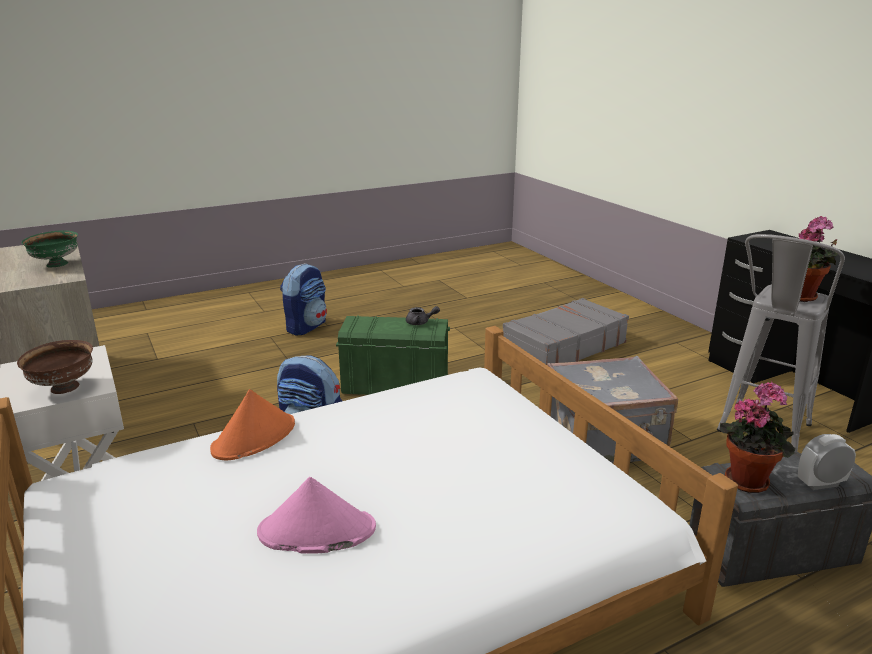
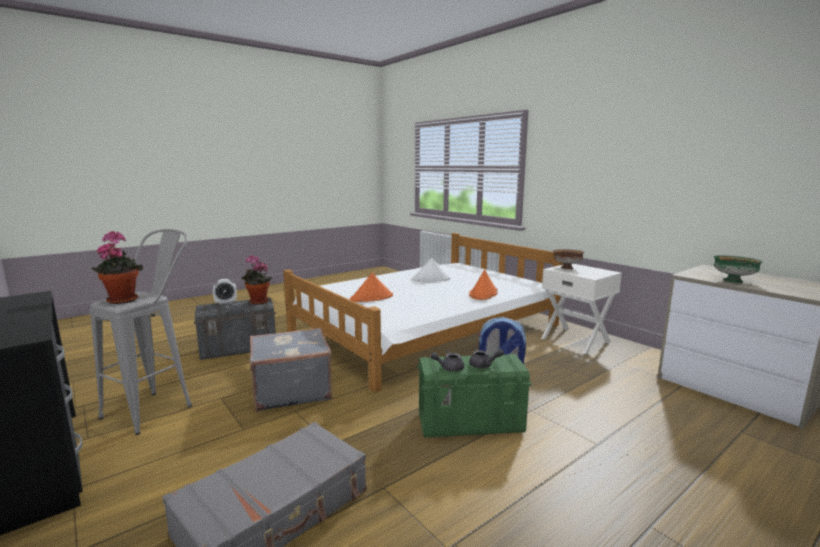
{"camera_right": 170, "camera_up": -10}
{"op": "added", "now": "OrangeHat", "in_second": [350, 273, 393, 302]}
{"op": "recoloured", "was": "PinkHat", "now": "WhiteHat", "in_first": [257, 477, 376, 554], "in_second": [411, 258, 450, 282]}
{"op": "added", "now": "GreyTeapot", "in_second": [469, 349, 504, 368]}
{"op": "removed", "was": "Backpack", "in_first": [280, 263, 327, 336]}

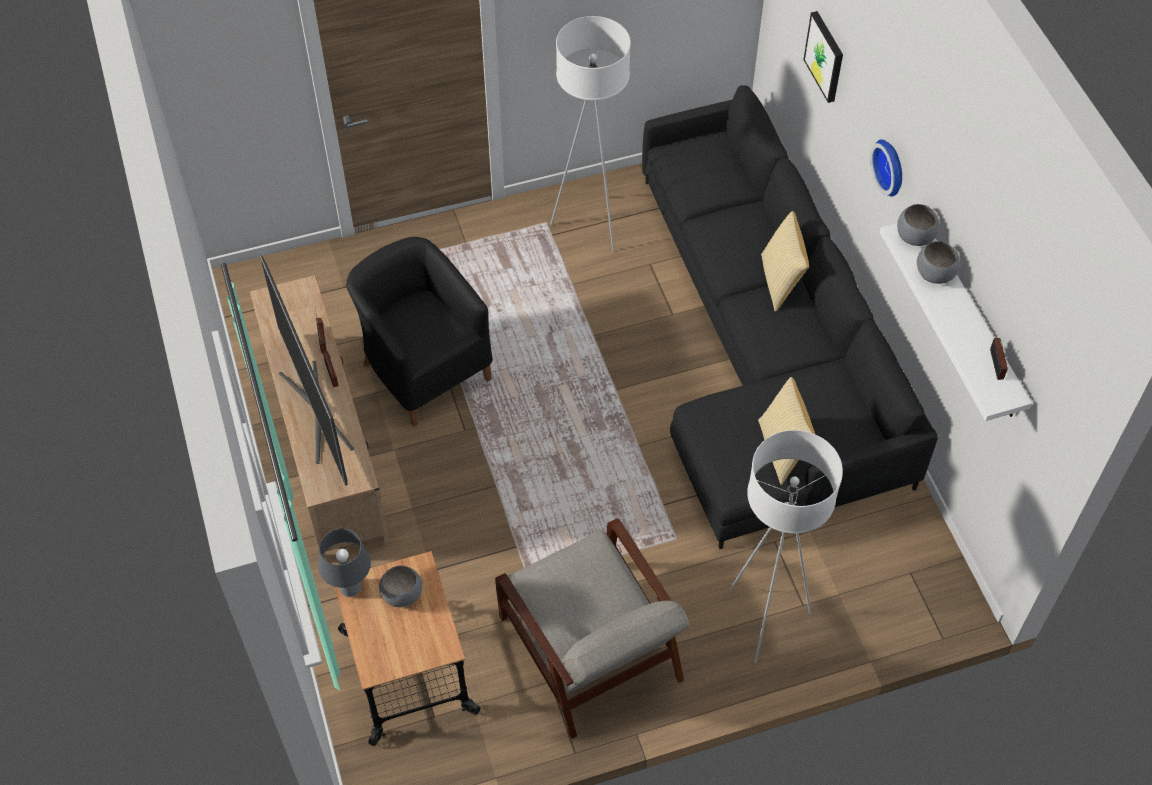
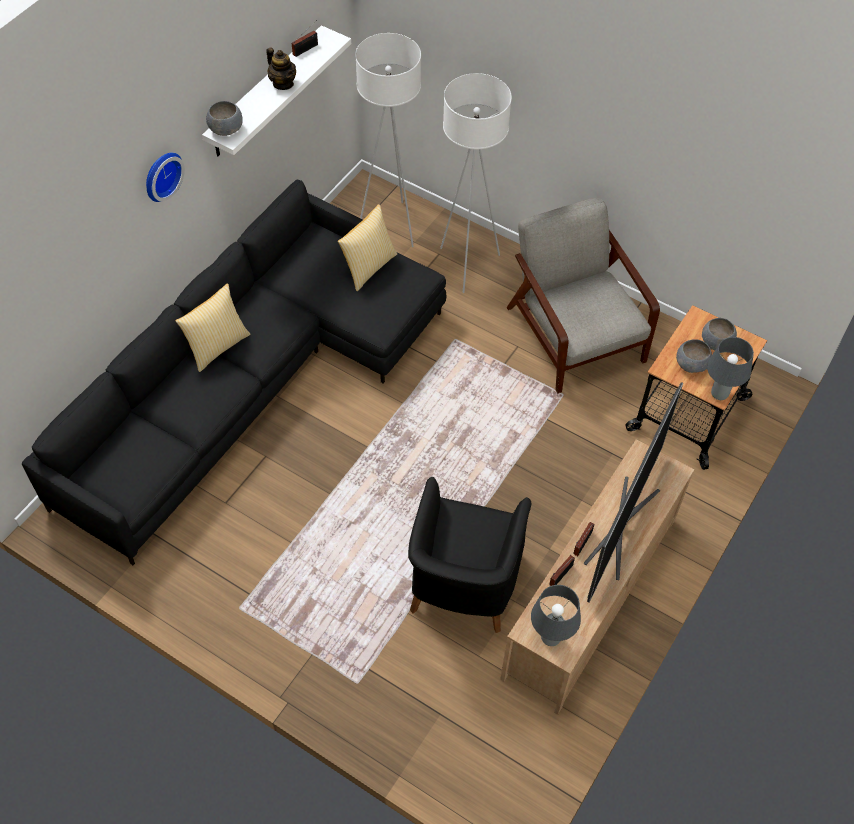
{"camera_right": -130, "camera_up": 0}
{"op": "added", "now": "Teapot", "in_second": [266, 47, 296, 90]}
{"op": "moved", "was": "WhiteFloorLamp", "in_first": [550, 16, 631, 252], "in_second": [355, 33, 421, 247]}
{"op": "turned", "was": "GreyArmchair", "in_first": [495, 518, 689, 739], "in_second": [507, 197, 660, 393], "clockwise": -45}
{"op": "added", "now": "GreyTableLamp", "in_second": [531, 585, 581, 646]}
{"op": "moved", "was": "GreyBowl", "in_first": [917, 241, 960, 284], "in_second": [702, 318, 737, 350]}
{"op": "removed", "was": "Picture", "in_first": [803, 11, 843, 103]}

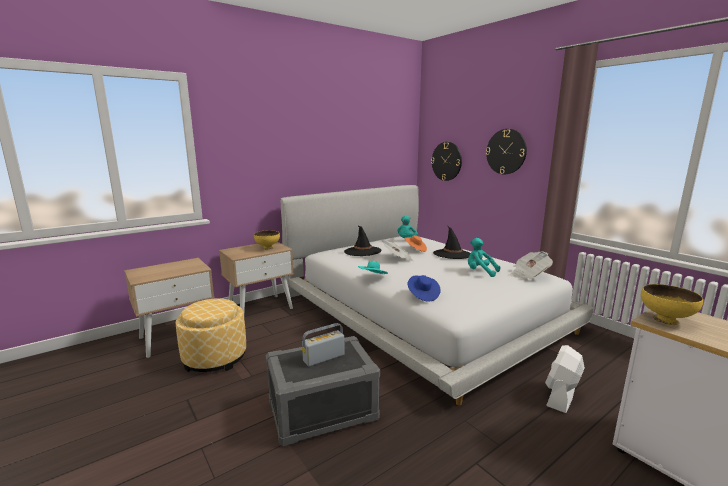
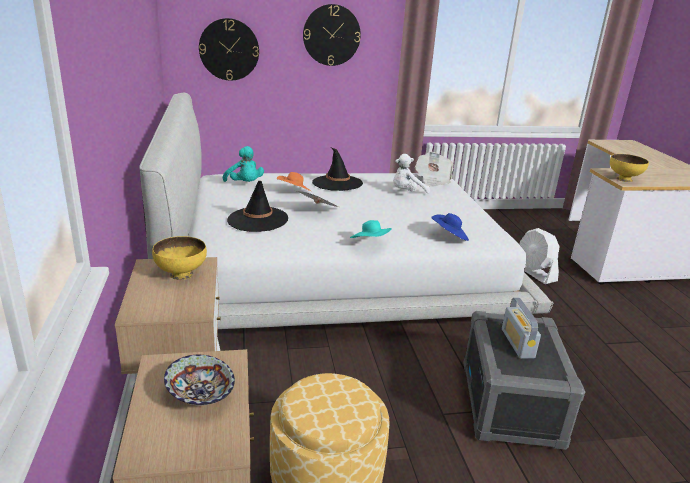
{"camera_right": -65, "camera_up": 10}
{"op": "added", "now": "Bowl", "in_second": [164, 355, 235, 406]}
{"op": "recoloured", "was": "TurquoisePlushToy", "now": "WhitePlushToy", "in_first": [468, 238, 500, 277], "in_second": [393, 154, 430, 193]}

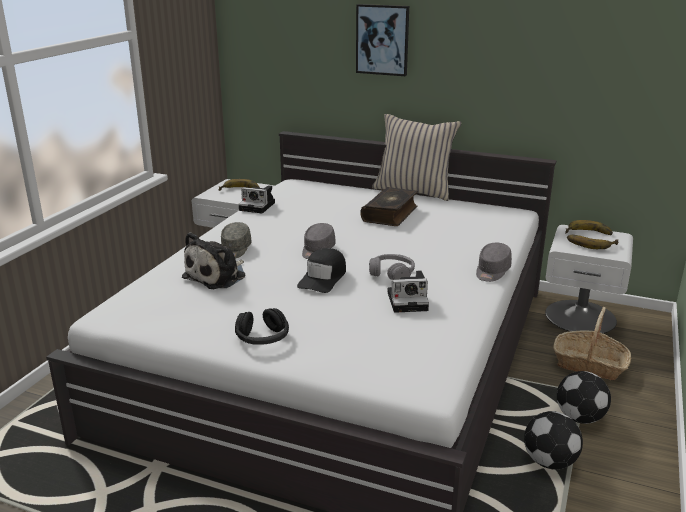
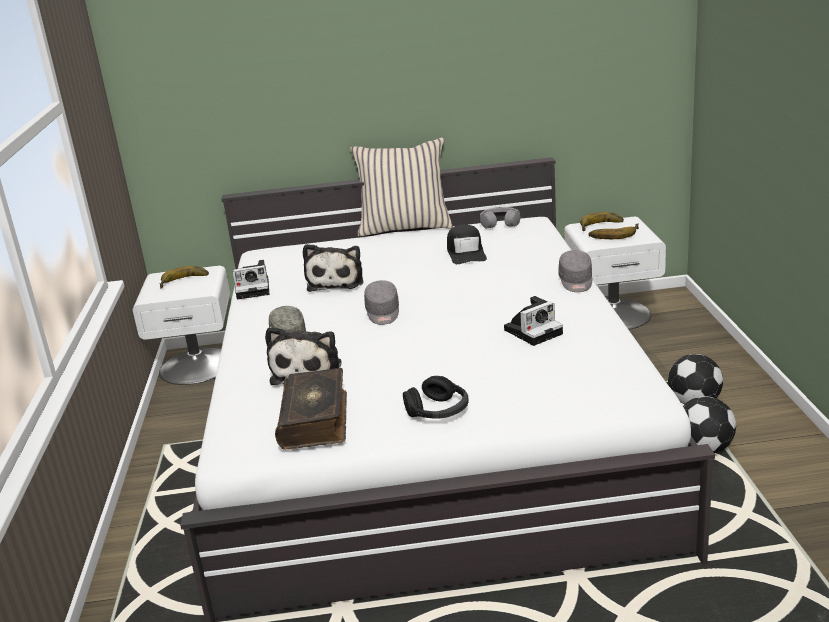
{"camera_right": -25, "camera_up": 0}
{"op": "moved", "was": "Book", "in_first": [361, 187, 418, 226], "in_second": [275, 368, 347, 450]}
{"op": "added", "now": "PlushToy", "in_second": [303, 244, 363, 292]}
{"op": "moved", "was": "BlackCap", "in_first": [297, 248, 346, 293], "in_second": [447, 225, 487, 264]}
{"op": "moved", "was": "GreyHeadphones", "in_first": [369, 254, 415, 280], "in_second": [480, 207, 520, 228]}
{"op": "removed", "was": "Picture", "in_first": [356, 4, 409, 76]}
{"op": "removed", "was": "Basket", "in_first": [553, 307, 631, 380]}

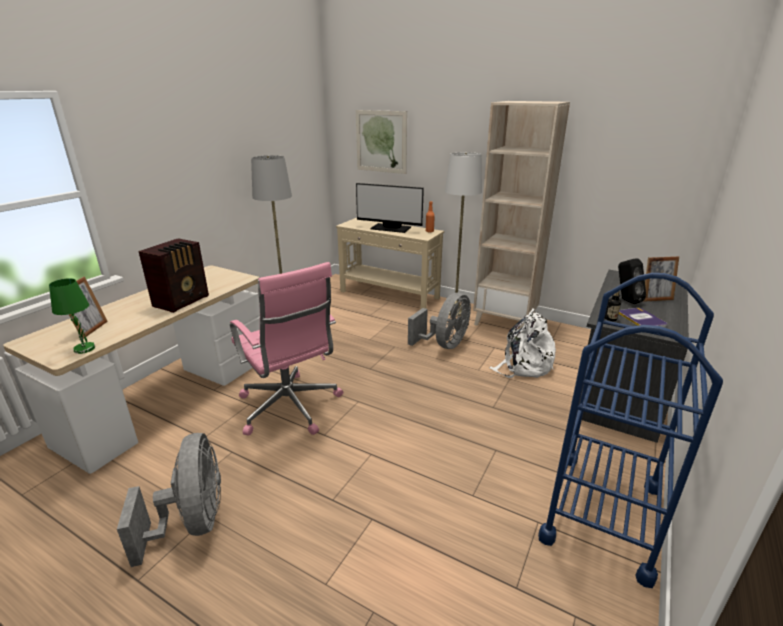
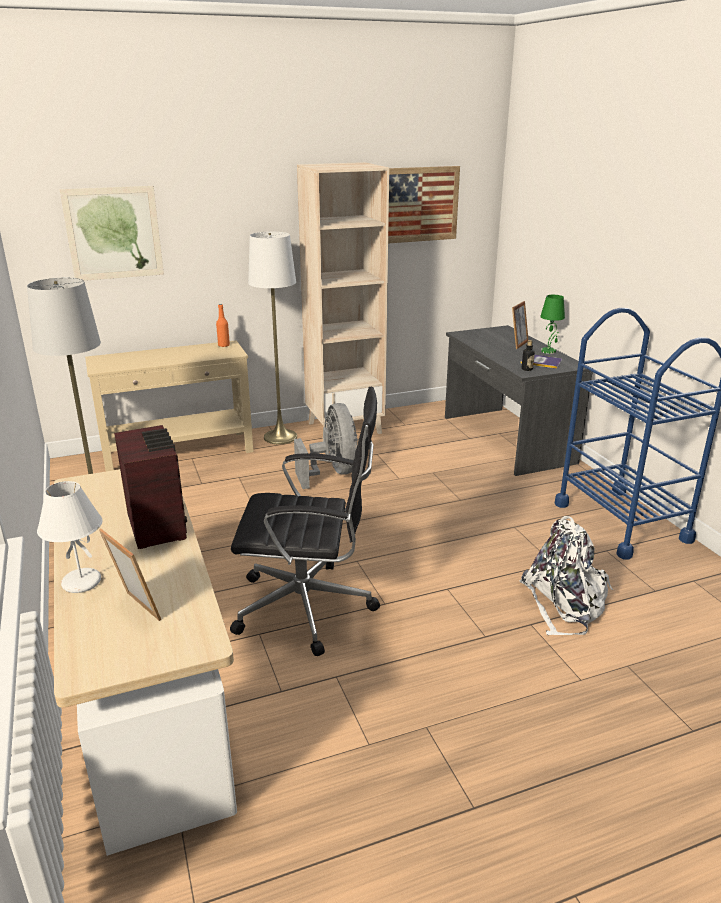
{"camera_right": -50, "camera_up": 0}
{"op": "added", "now": "WhiteTableLamp", "in_second": [37, 481, 102, 593]}
{"op": "recoloured", "was": "PinkOfficeChair", "now": "BlackOfficeChair", "in_first": [230, 262, 343, 436], "in_second": [230, 387, 380, 656]}
{"op": "added", "now": "Picture", "in_second": [388, 166, 460, 243]}
{"op": "moved", "was": "WhiteBackpack", "in_first": [489, 308, 556, 378], "in_second": [519, 516, 613, 635]}
{"op": "moved", "was": "GreenTableLamp", "in_first": [49, 278, 95, 354], "in_second": [540, 295, 565, 354]}
{"op": "removed", "was": "GreyFan", "in_first": [117, 433, 221, 567]}
{"op": "removed", "was": "Monitor", "in_first": [356, 183, 424, 233]}
{"op": "removed", "was": "BlackSpeaker", "in_first": [618, 258, 646, 304]}

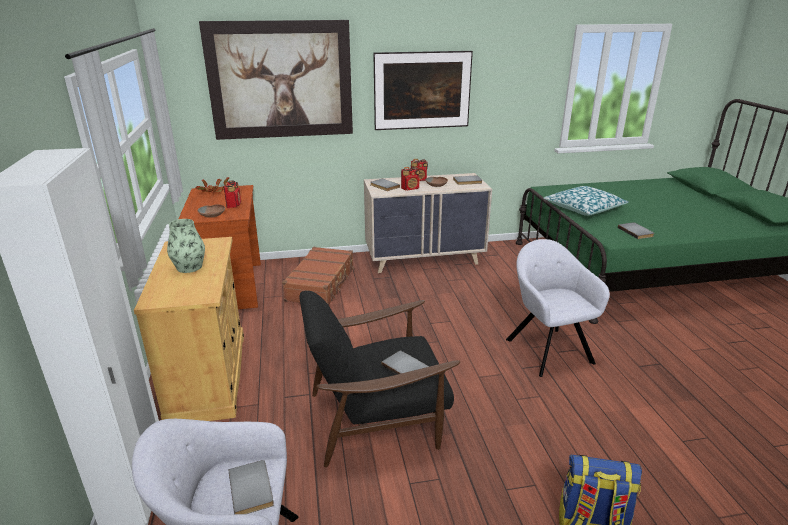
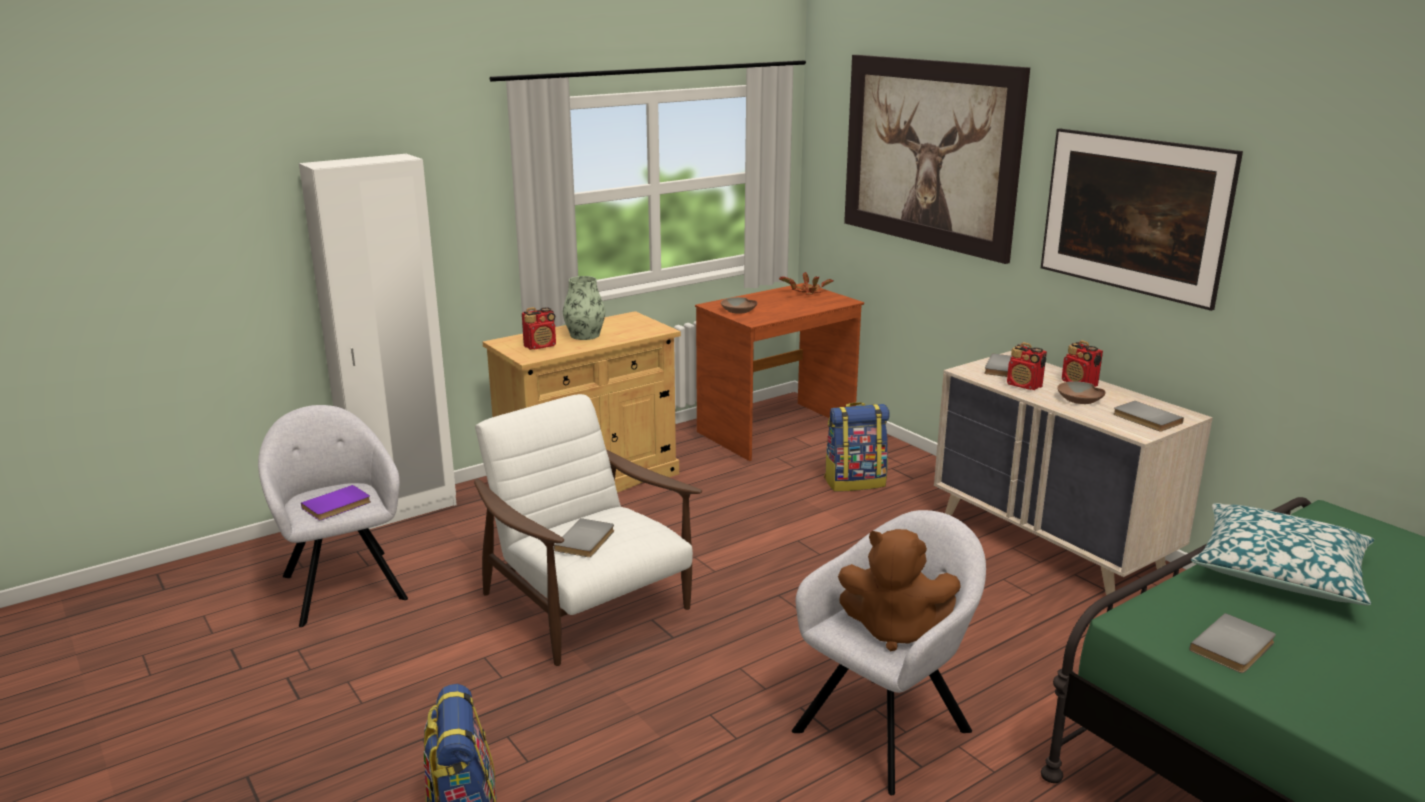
{"camera_right": 65, "camera_up": -5}
{"op": "recoloured", "was": "GreyBook", "now": "PurpleBook", "in_first": [229, 460, 274, 514], "in_second": [301, 485, 371, 520]}
{"op": "recoloured", "was": "BlackArmchair", "now": "WhiteArmchair", "in_first": [300, 291, 460, 467], "in_second": [474, 394, 702, 666]}
{"op": "moved", "was": "Radio", "in_first": [224, 180, 241, 208], "in_second": [522, 307, 556, 350]}
{"op": "replaced", "was": "BrownSuitcase", "now": "Backpack", "in_first": [282, 247, 355, 305], "in_second": [824, 402, 890, 491]}
{"op": "added", "now": "BrownPlushToy", "in_second": [838, 529, 961, 652]}

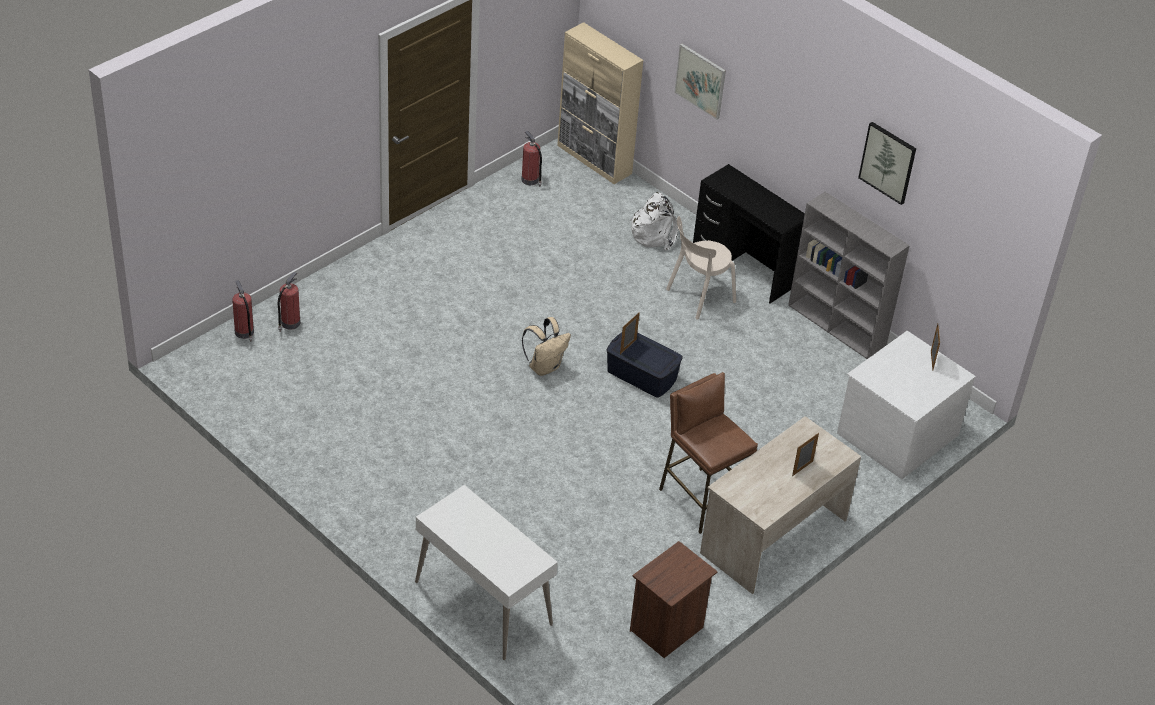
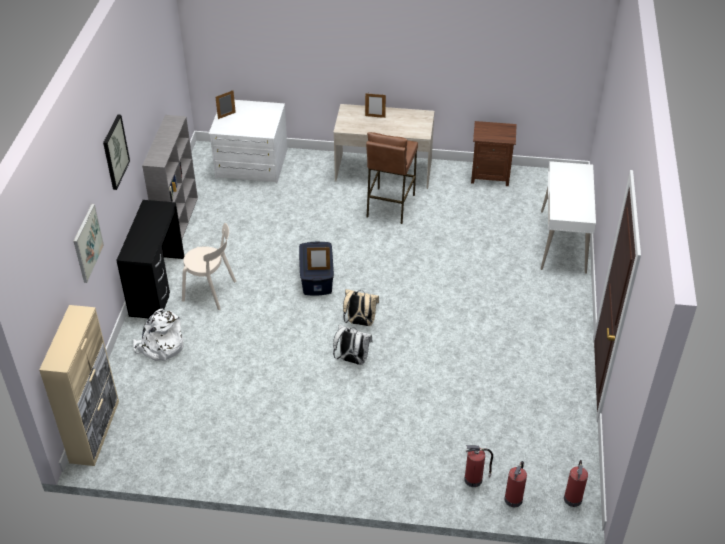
{"camera_right": -125, "camera_up": 0}
{"op": "moved", "was": "Picture", "in_first": [858, 122, 916, 205], "in_second": [103, 114, 130, 190]}
{"op": "added", "now": "WhiteBackpack", "in_second": [333, 325, 373, 365]}
{"op": "moved", "was": "FireExtinguisher", "in_first": [521, 131, 542, 187], "in_second": [564, 460, 588, 507]}

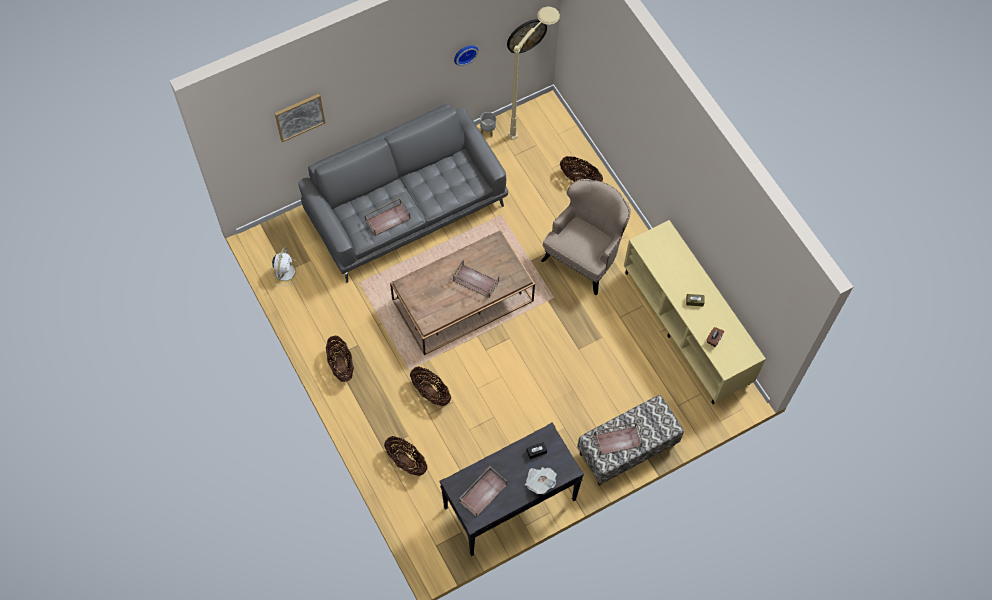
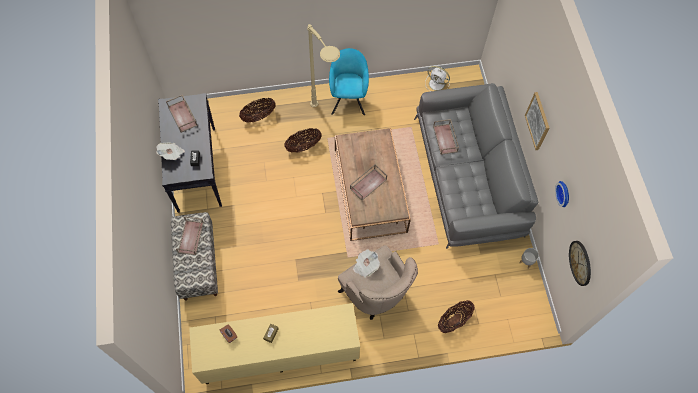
{"camera_right": 110, "camera_up": 0}
{"op": "moved", "was": "BeigeFloorLamp", "in_first": [508, 7, 560, 140], "in_second": [307, 24, 340, 107]}
{"op": "replaced", "was": "Basket", "now": "TurquoiseArmchair", "in_first": [326, 336, 354, 382], "in_second": [329, 48, 369, 115]}
{"op": "added", "now": "Newspaper", "in_second": [353, 250, 380, 278]}
{"op": "moved", "was": "Picture", "in_first": [275, 94, 325, 142], "in_second": [525, 92, 549, 150]}

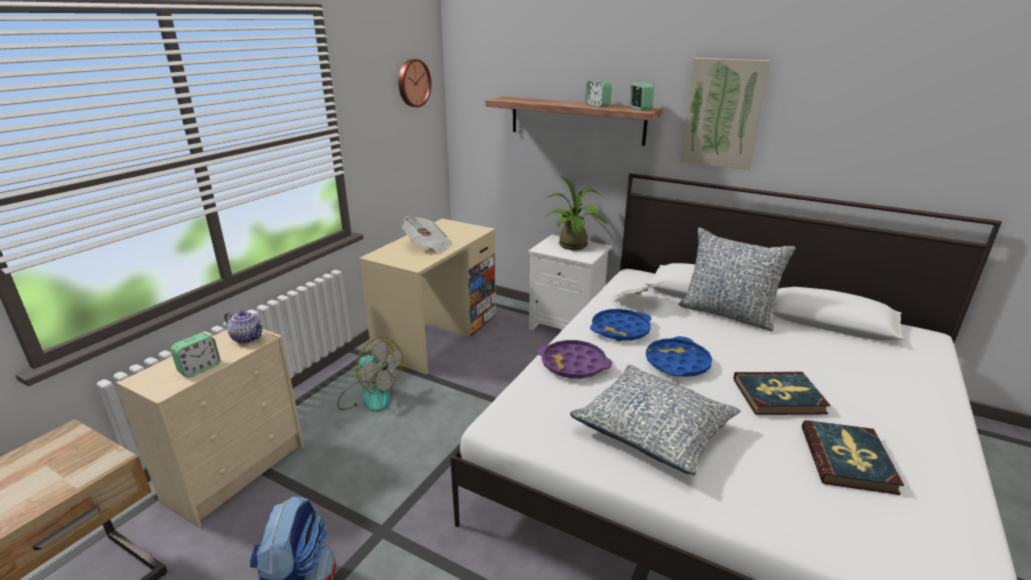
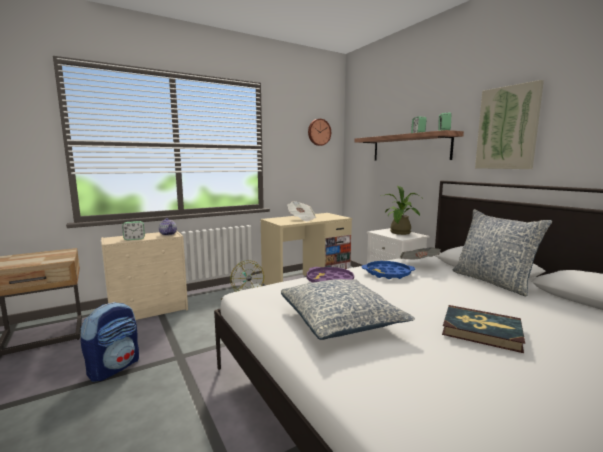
{"camera_right": 30, "camera_up": -15}
{"op": "removed", "was": "BlueTray", "in_first": [646, 336, 712, 377]}
{"op": "removed", "was": "Book", "in_first": [802, 420, 904, 495]}

